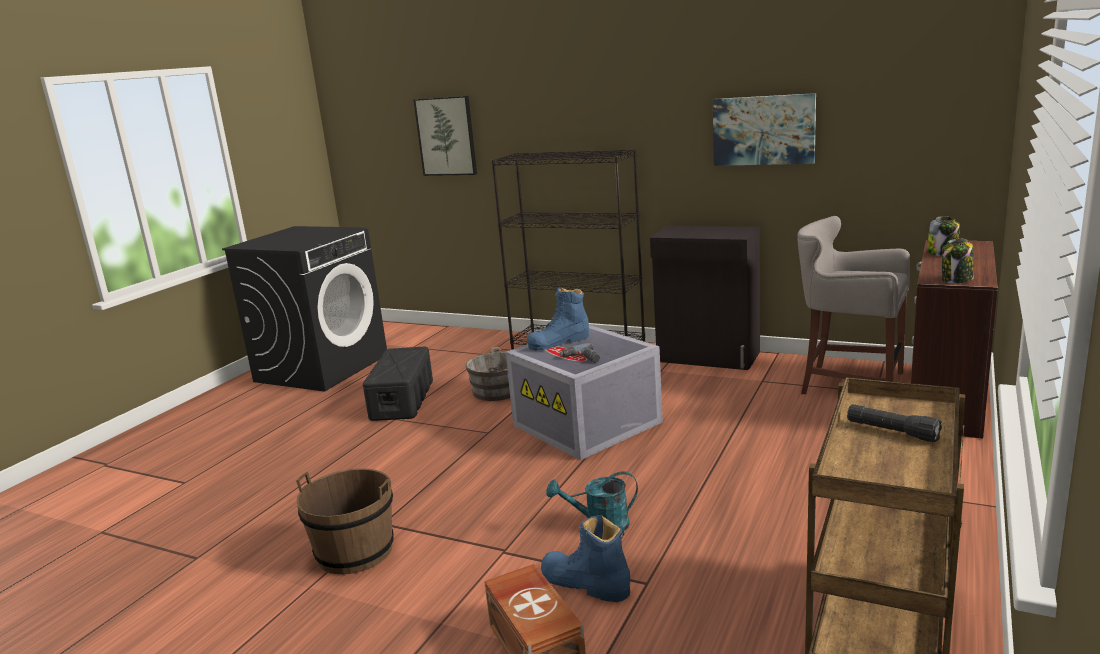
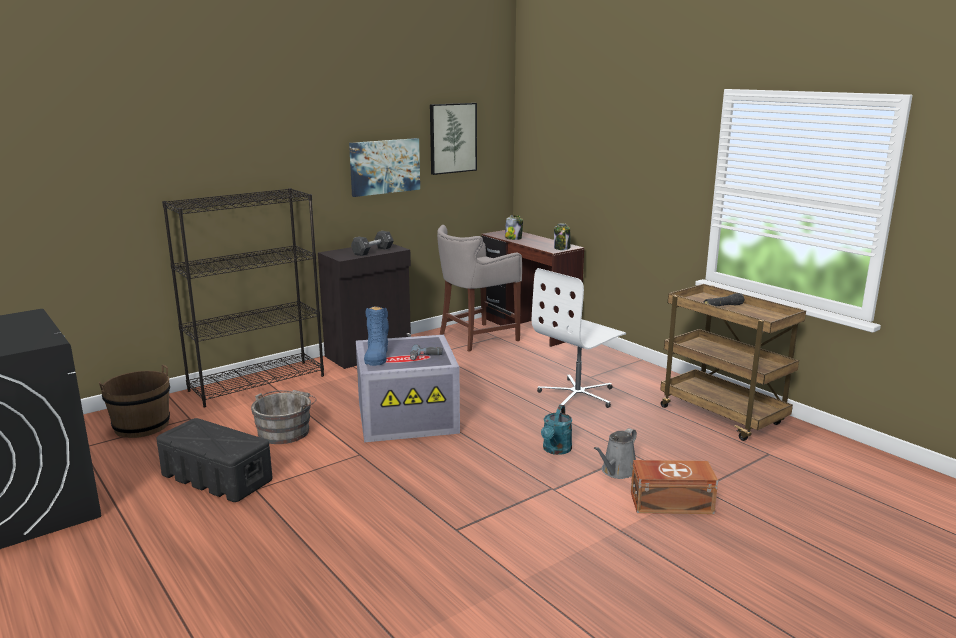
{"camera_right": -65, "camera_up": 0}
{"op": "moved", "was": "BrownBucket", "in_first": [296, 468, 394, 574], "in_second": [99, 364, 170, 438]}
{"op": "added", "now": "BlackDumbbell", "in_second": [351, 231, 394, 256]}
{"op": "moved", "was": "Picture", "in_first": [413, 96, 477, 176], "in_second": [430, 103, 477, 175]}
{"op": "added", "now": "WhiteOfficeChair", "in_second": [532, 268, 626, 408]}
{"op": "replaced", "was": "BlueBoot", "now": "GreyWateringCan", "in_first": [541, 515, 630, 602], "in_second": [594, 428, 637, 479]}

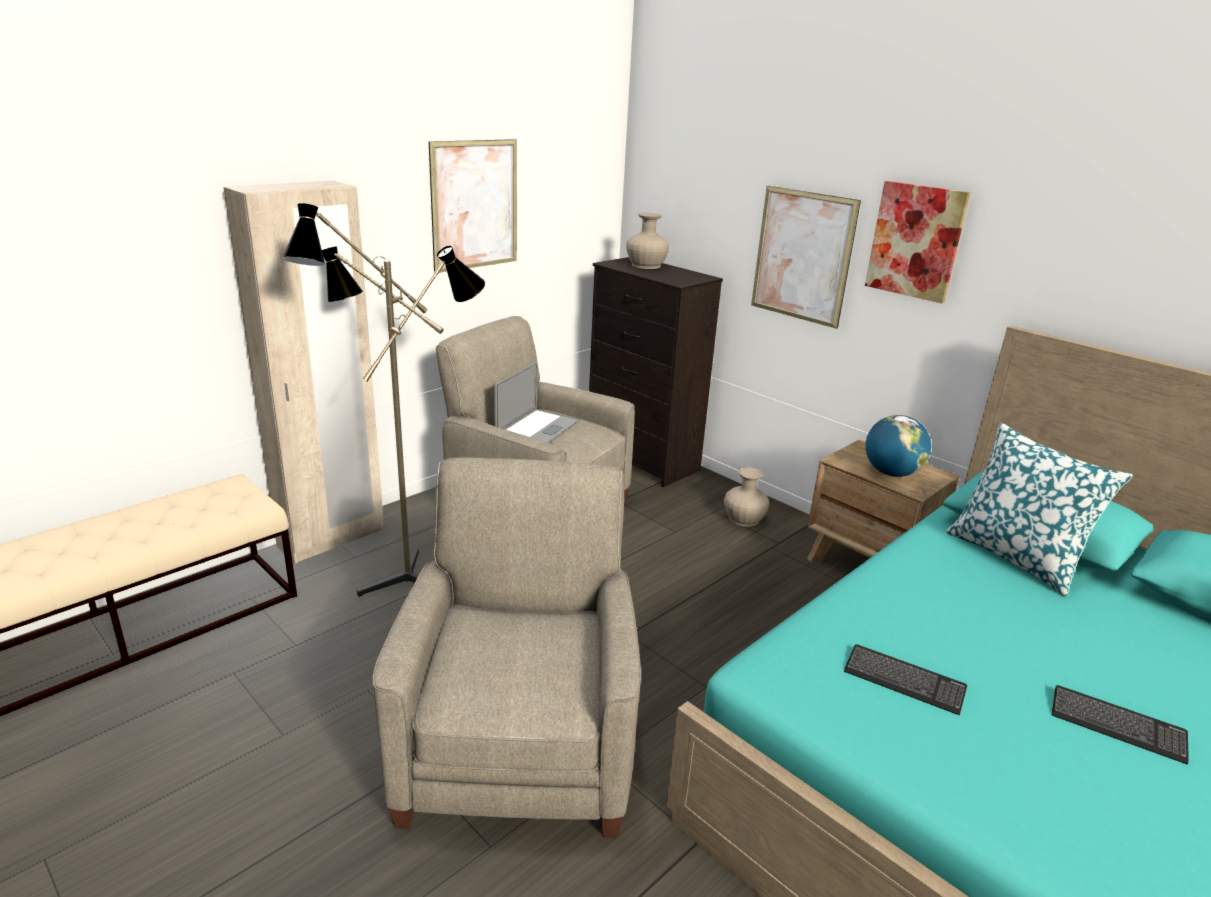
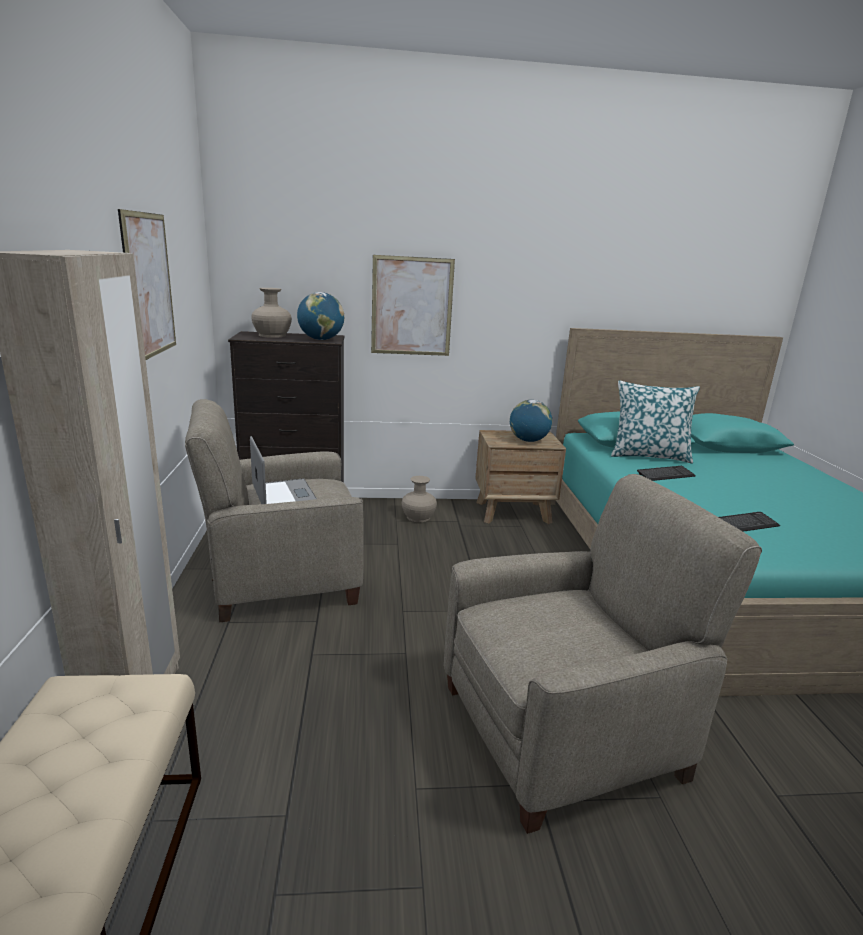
{"camera_right": -50, "camera_up": -5}
{"op": "added", "now": "Globe", "in_second": [297, 292, 344, 340]}
{"op": "turned", "was": "BeigeArmchair", "in_first": [372, 457, 641, 838], "in_second": [444, 474, 762, 834], "clockwise": 120}
{"op": "moved", "was": "Keyboard", "in_first": [1051, 685, 1189, 764], "in_second": [637, 466, 696, 481]}
{"op": "removed", "was": "FloorLamp", "in_first": [282, 203, 485, 597]}
{"op": "removed", "was": "Picture", "in_first": [865, 181, 970, 303]}

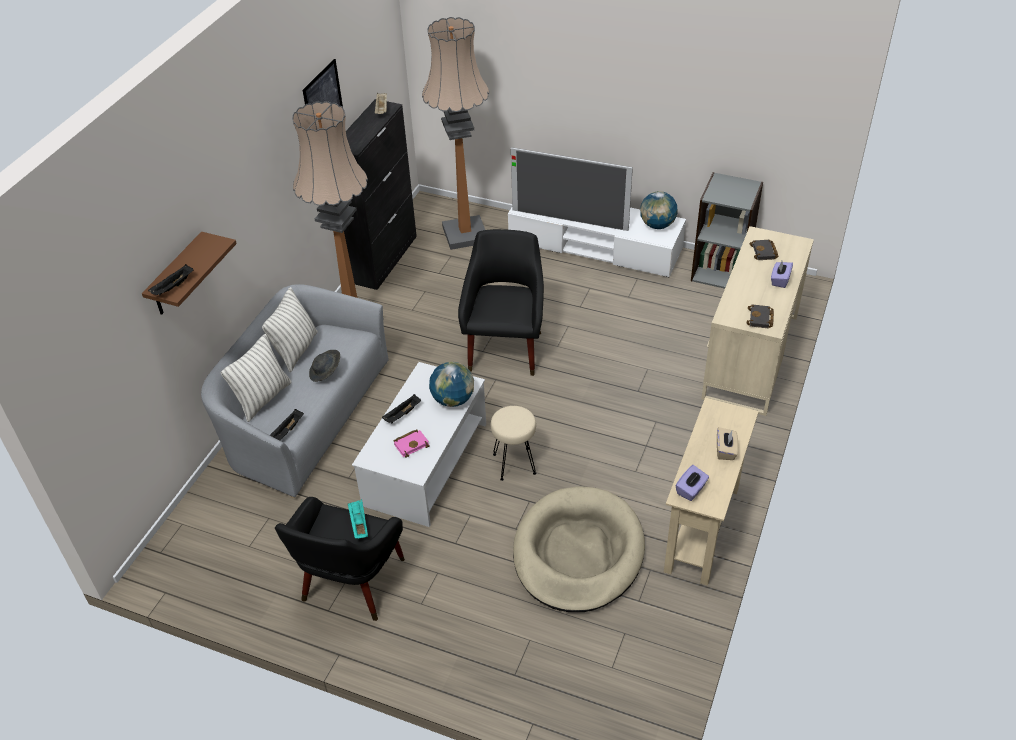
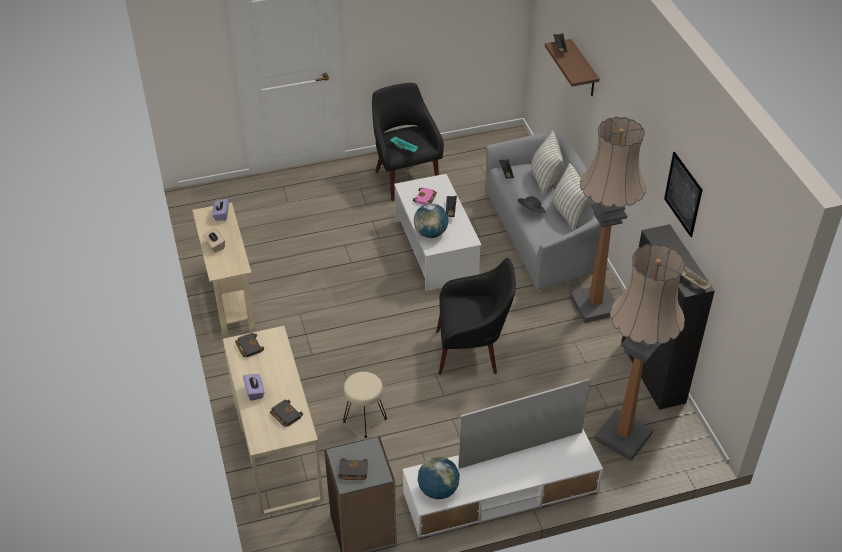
{"camera_right": 140, "camera_up": 0}
{"op": "added", "now": "BlackBook", "in_second": [338, 458, 368, 480]}
{"op": "moved", "was": "BeigeStool", "in_first": [491, 406, 536, 481], "in_second": [343, 372, 387, 438]}
{"op": "turned", "was": "BlackArmchair", "in_first": [458, 229, 544, 376], "in_second": [436, 258, 516, 375], "clockwise": -60}
{"op": "removed", "was": "BeigeDogBed", "in_first": [513, 487, 645, 612]}

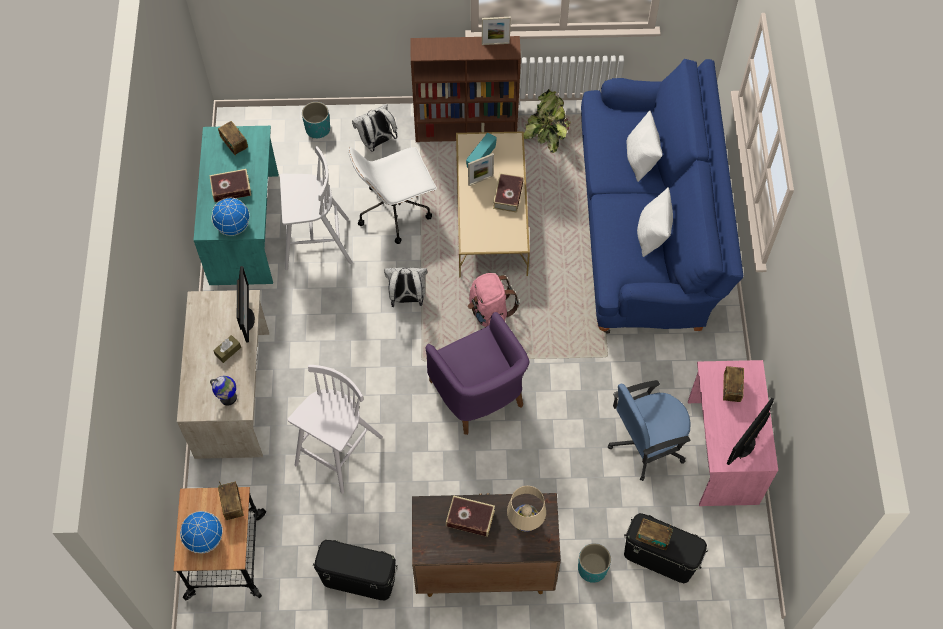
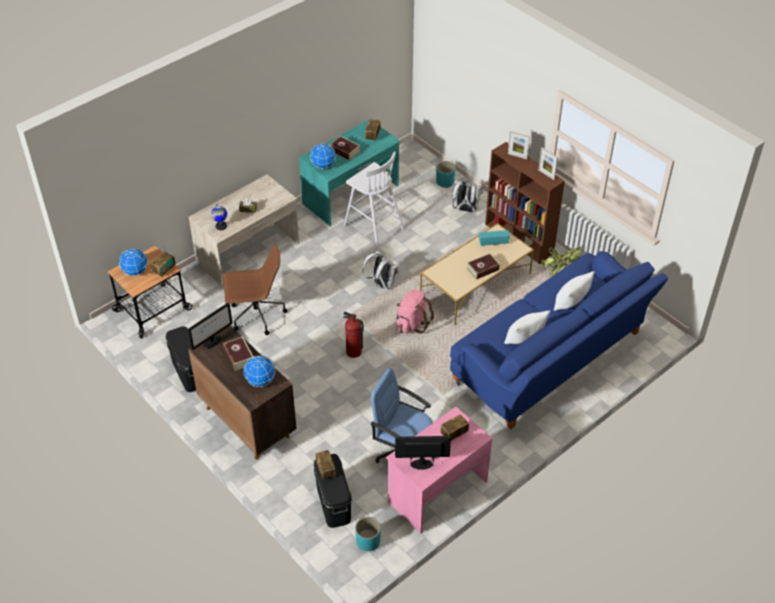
{"camera_right": 50, "camera_up": -15}
{"op": "moved", "was": "Monitor", "in_first": [237, 266, 255, 343], "in_second": [188, 302, 233, 350]}
{"op": "replaced", "was": "WhiteStool", "now": "BrownOfficeChair", "in_first": [288, 365, 383, 494], "in_second": [223, 244, 288, 335]}
{"op": "replaced", "was": "BeigeTableLamp", "now": "Globe", "in_first": [507, 486, 546, 532], "in_second": [244, 356, 275, 387]}
{"op": "replaced", "was": "PurpleArmchair", "now": "FireExtinguisher", "in_first": [426, 312, 529, 435], "in_second": [343, 311, 364, 358]}
{"op": "moved", "was": "TurquoisePlanter", "in_first": [578, 543, 611, 583], "in_second": [355, 517, 381, 551]}
{"op": "moved", "was": "PictureFrame", "in_first": [468, 153, 494, 186], "in_second": [508, 131, 530, 160]}
{"op": "removed", "was": "WhiteOfficeChair", "in_first": [348, 146, 437, 244]}

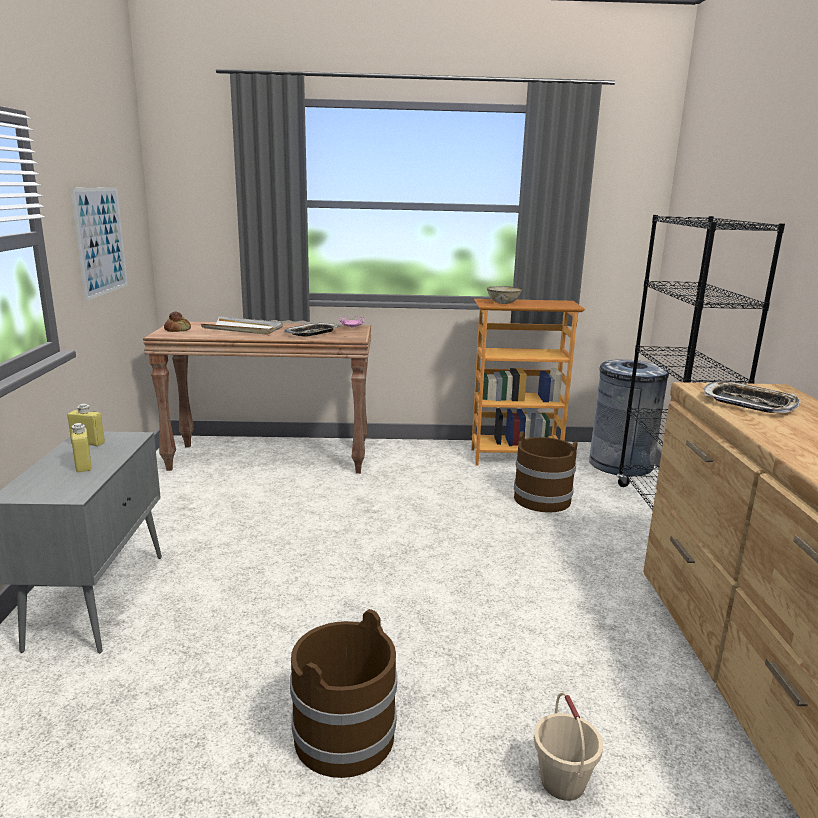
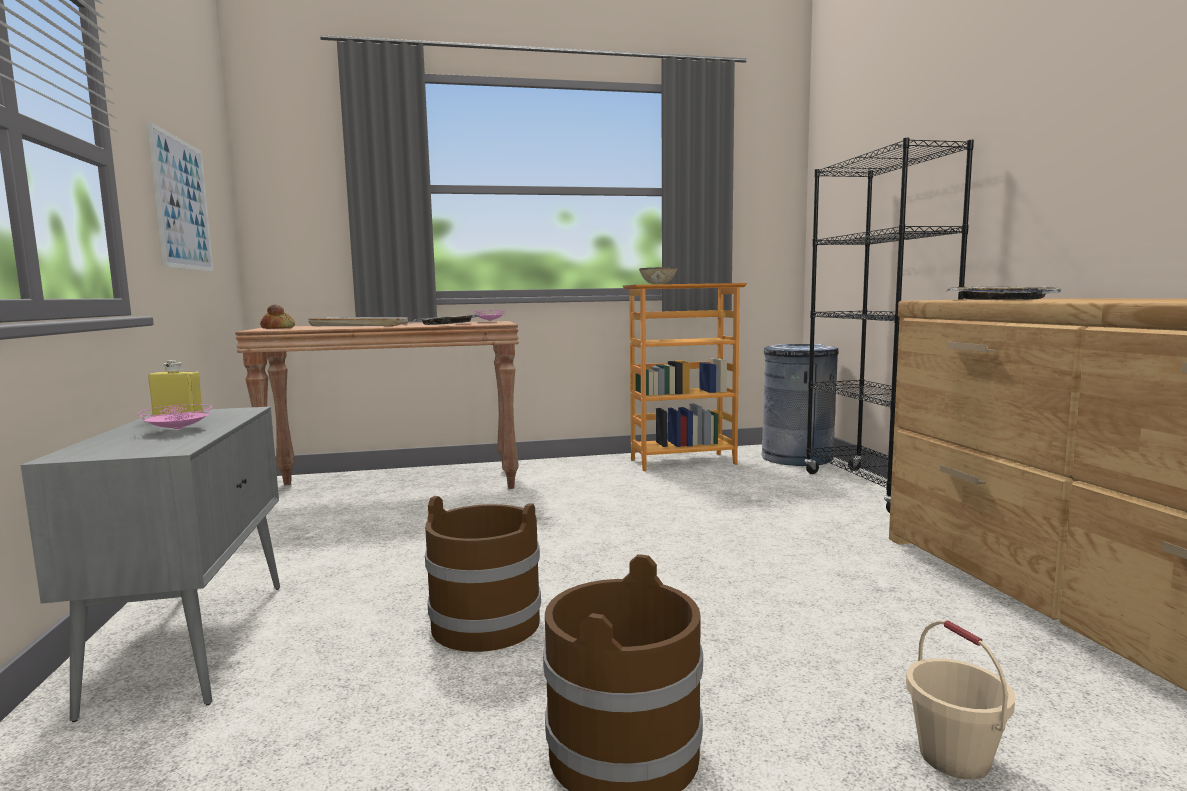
{"camera_right": -10, "camera_up": -10}
{"op": "replaced", "was": "YellowBottle", "now": "PinkPlate", "in_first": [71, 423, 92, 472], "in_second": [138, 404, 212, 431]}
{"op": "moved", "was": "BrownBucket", "in_first": [514, 431, 578, 512], "in_second": [425, 496, 541, 652]}

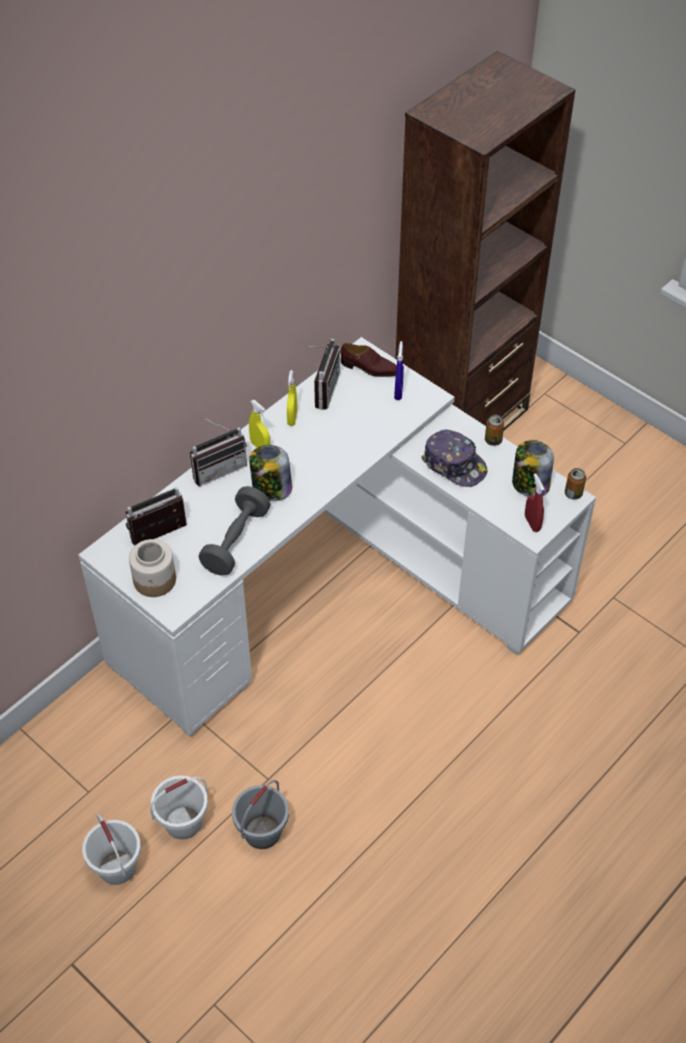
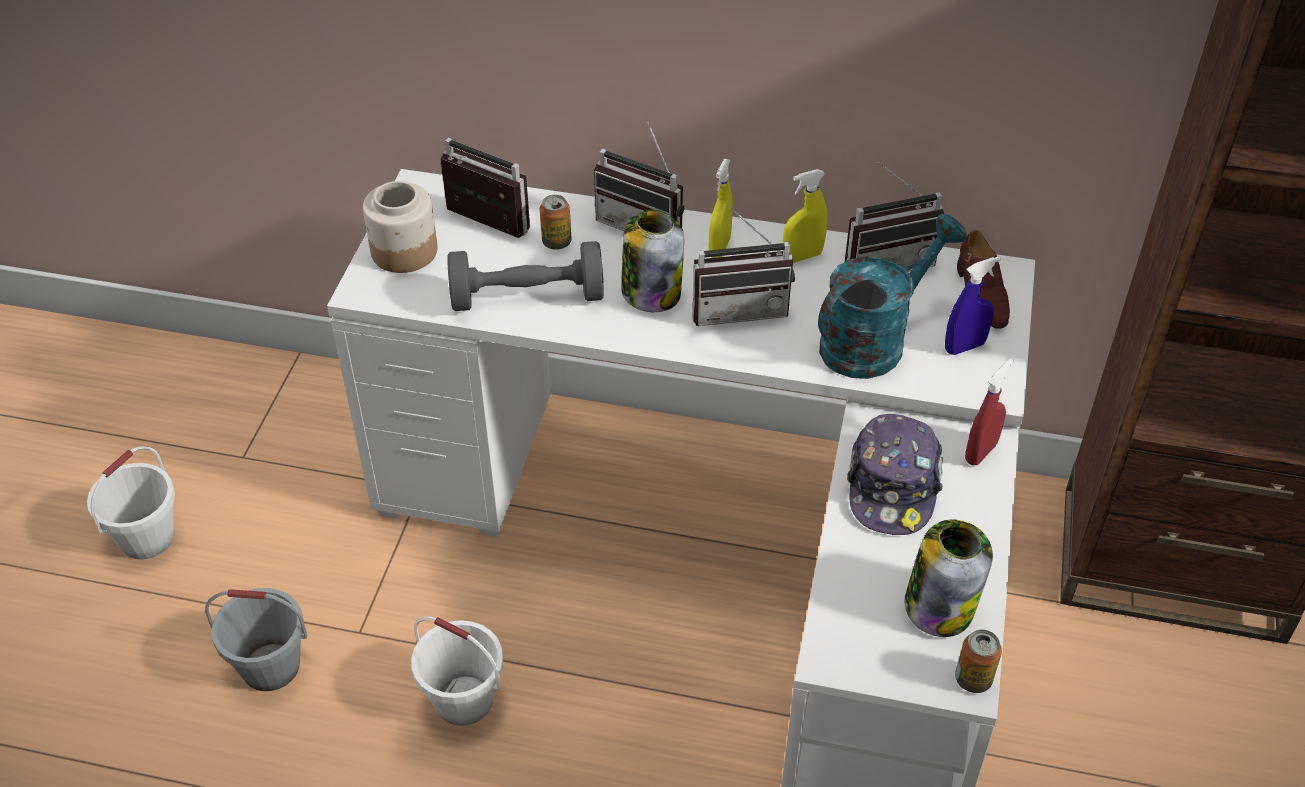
{"camera_right": 60, "camera_up": -5}
{"op": "moved", "was": "WhiteBucket", "in_first": [150, 776, 208, 839], "in_second": [411, 617, 504, 726]}
{"op": "moved", "was": "Can", "in_first": [485, 415, 504, 446], "in_second": [540, 195, 572, 250]}
{"op": "added", "now": "Radio", "in_second": [692, 205, 795, 326]}
{"op": "added", "now": "TurquoiseWateringCan", "in_second": [818, 214, 967, 379]}
{"op": "moved", "was": "RedSprayBottle", "in_first": [525, 473, 545, 532], "in_second": [965, 359, 1013, 465]}

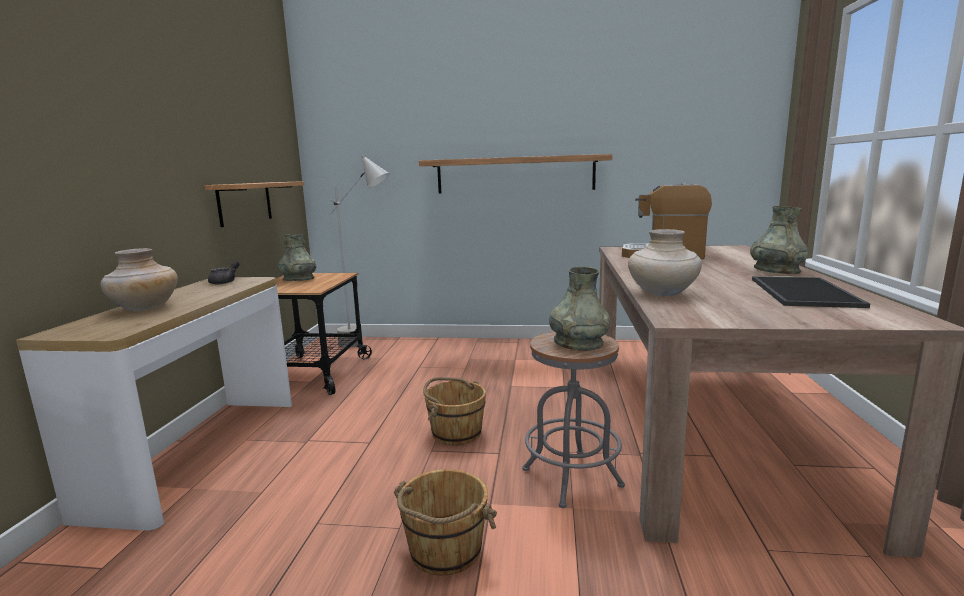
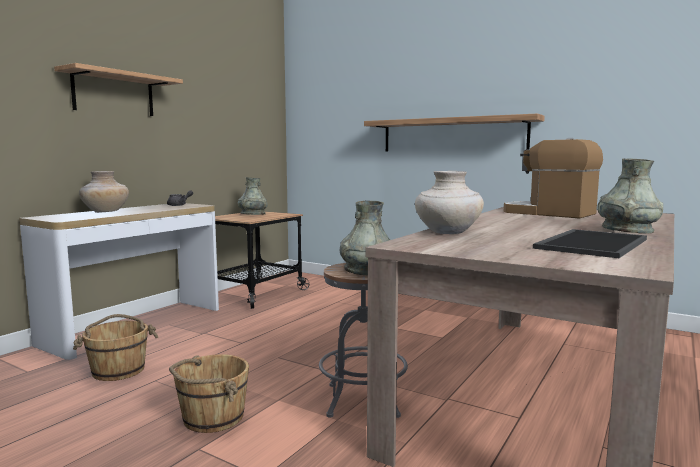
{"camera_right": 25, "camera_up": -5}
{"op": "moved", "was": "Shelf", "in_first": [204, 181, 304, 227], "in_second": [54, 63, 183, 116]}
{"op": "moved", "was": "BrownBucket", "in_first": [423, 377, 486, 445], "in_second": [73, 314, 158, 381]}
{"op": "removed", "was": "GreyFloorLamp", "in_first": [330, 155, 389, 348]}

